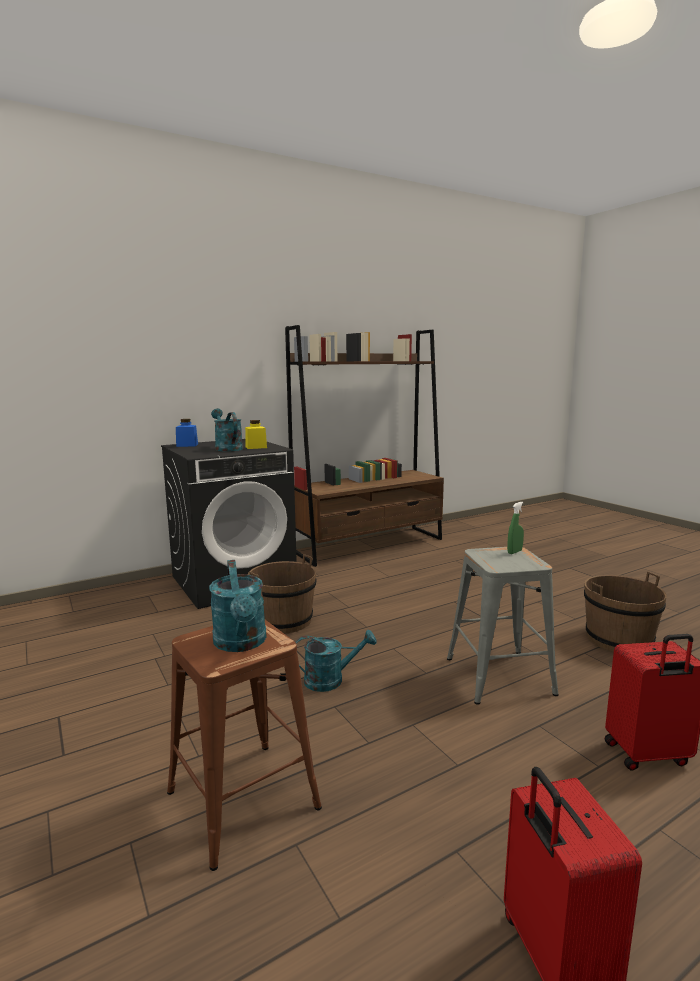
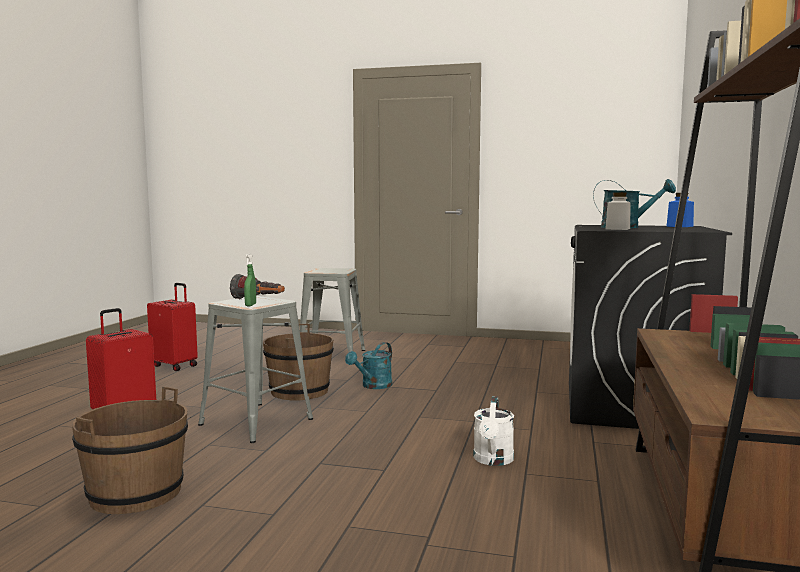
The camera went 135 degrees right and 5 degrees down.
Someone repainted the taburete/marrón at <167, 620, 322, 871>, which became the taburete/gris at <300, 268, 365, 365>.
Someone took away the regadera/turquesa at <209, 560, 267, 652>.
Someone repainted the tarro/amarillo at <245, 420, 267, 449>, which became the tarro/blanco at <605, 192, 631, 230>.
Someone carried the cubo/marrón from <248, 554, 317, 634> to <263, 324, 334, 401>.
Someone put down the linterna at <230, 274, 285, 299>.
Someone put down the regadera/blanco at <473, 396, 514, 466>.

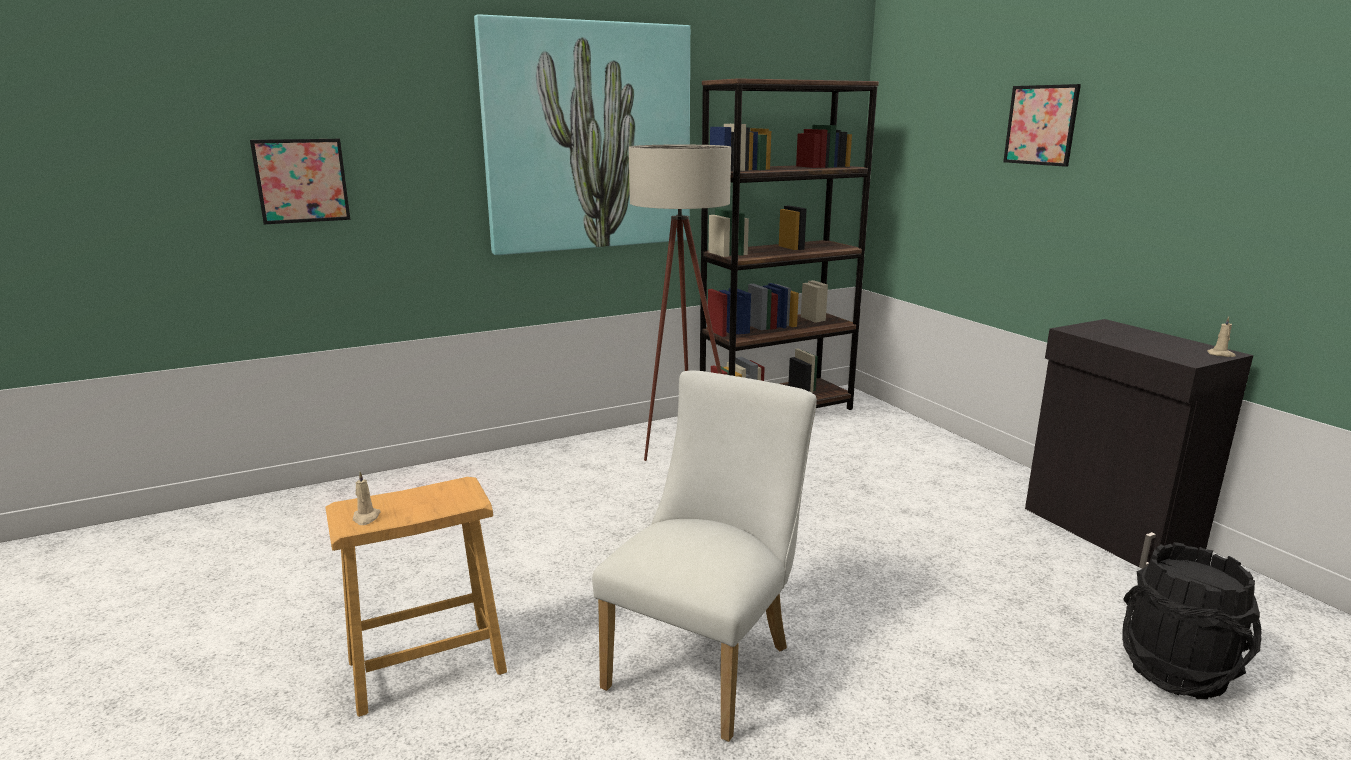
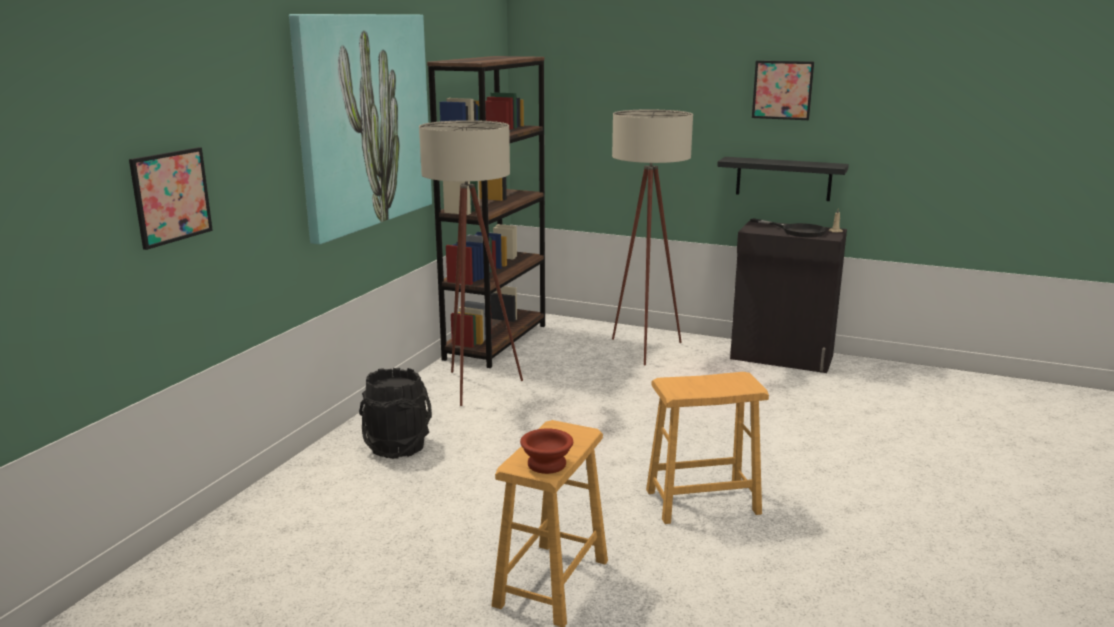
The camera went 40 degrees left and 0 degrees up.
Someone swapped the vela/beis at <353, 472, 381, 525> for the cuenco/marrón at <520, 428, 573, 474>.
Someone swapped the silla/blanco at <592, 371, 817, 742> for the taburete/marrón at <646, 372, 769, 524>.
Someone carried the cuadro from <1003, 84, 1081, 167> to <752, 61, 814, 120>.
Someone carried the cubo/negro from <1122, 542, 1262, 699> to <359, 368, 432, 459>.
Someone put down the lámpara de pie/beis at <612, 109, 693, 366>.
Someone put up the estante/negro at <717, 157, 849, 201>.
Someone put down the sartén/negro at <750, 218, 827, 237>.

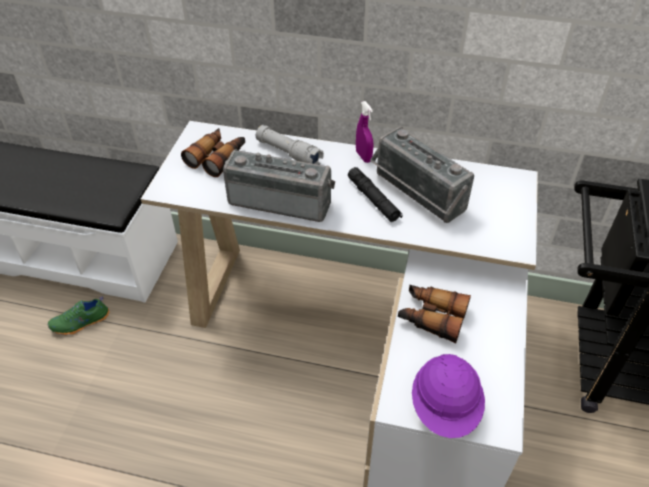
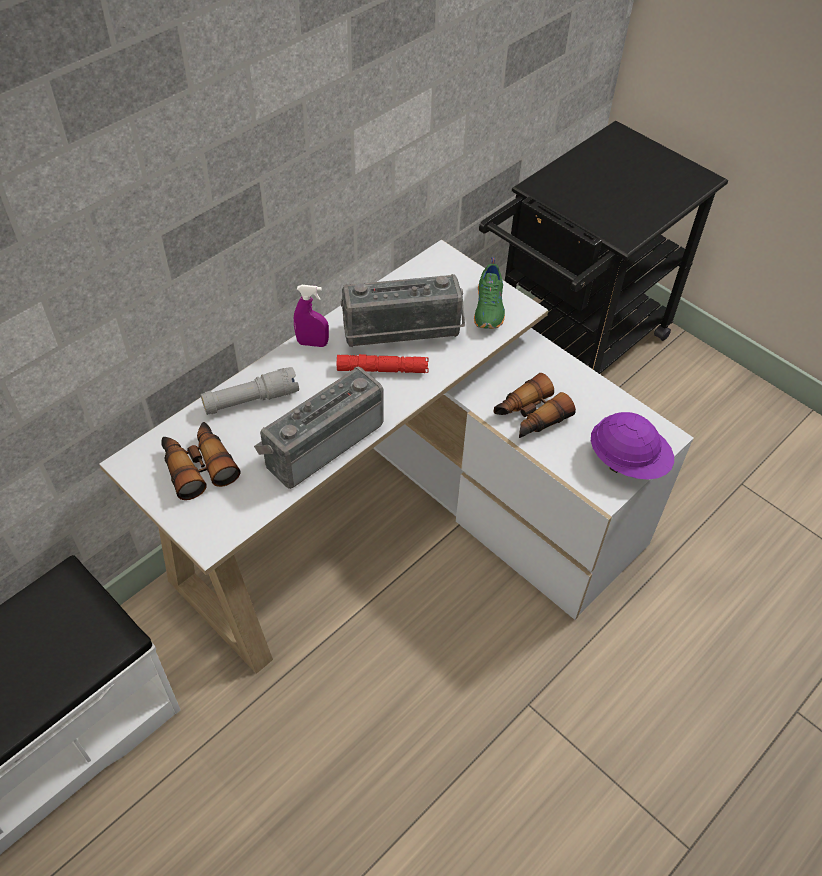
The camera went 60 degrees left and 5 degrees up.
Someone carried the zapato/verde from <48, 297, 110, 335> to <474, 257, 505, 329>.
Someone repainted the linterna/negro at <348, 167, 402, 222>, which became the linterna/rojo at <337, 354, 429, 373>.

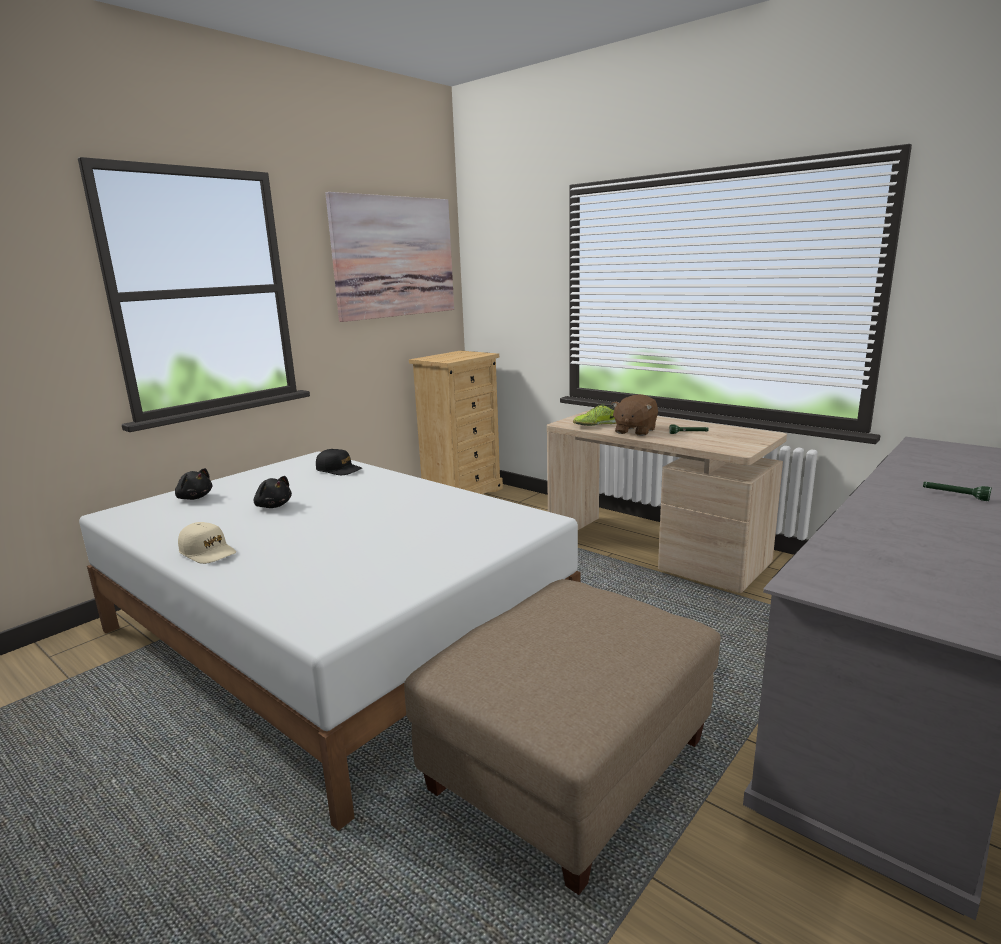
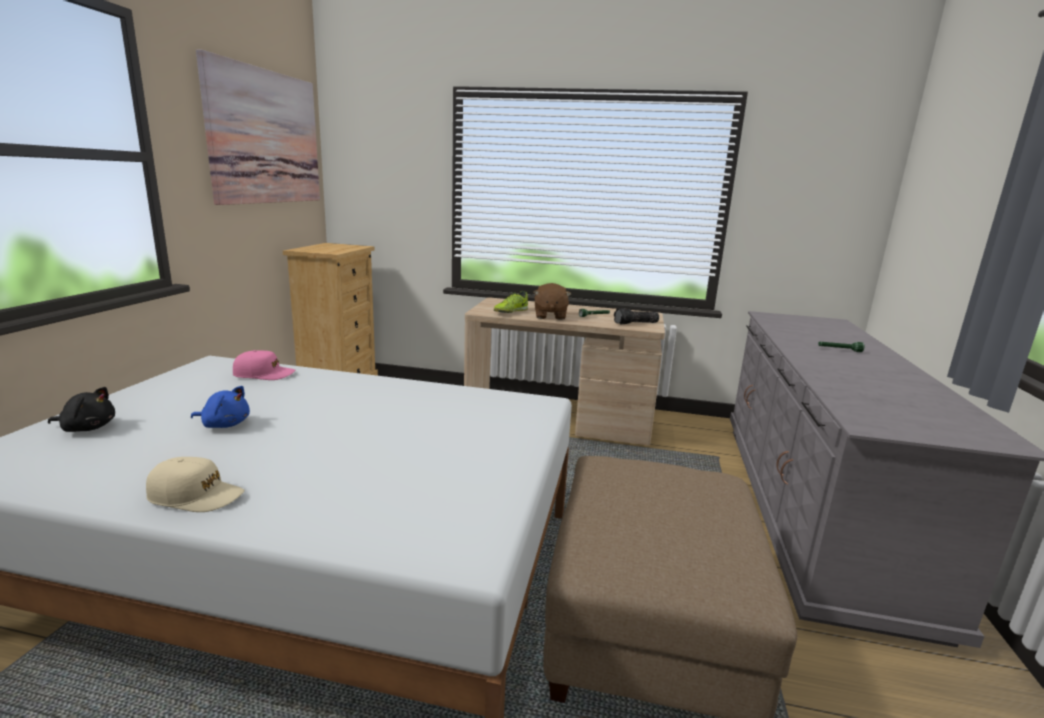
The camera went 30 degrees left and 0 degrees up.
Someone repainted the peluche/negro at <254, 476, 292, 508>, which became the peluche/azul at <191, 386, 250, 428>.
Someone repainted the gorra/negro at <316, 449, 362, 475>, which became the gorra/rosa at <233, 350, 295, 380>.
Someone put down the linterna at <614, 308, 659, 324>.

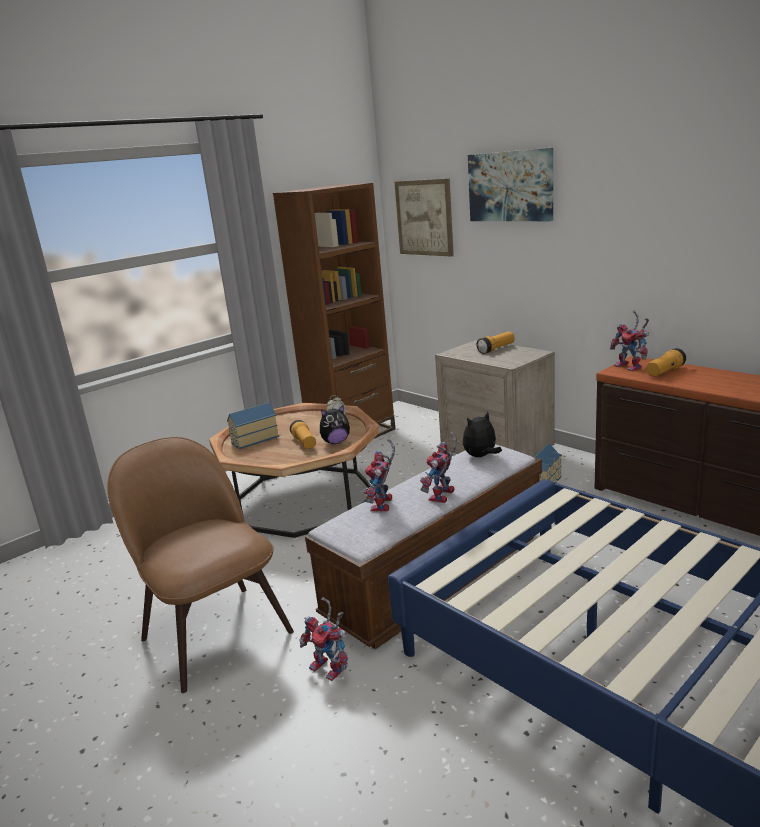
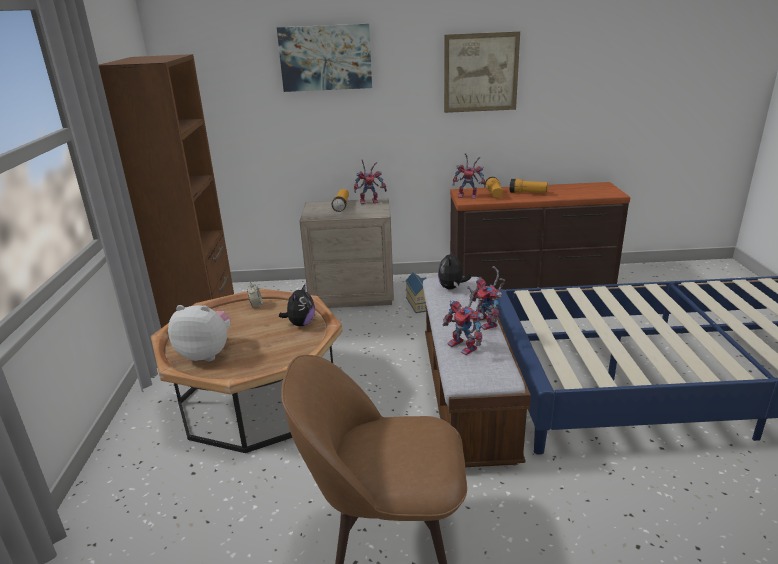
The camera went 50 degrees left and 5 degrees up.
Someone swapped the casita at <227, 402, 279, 449> for the peluche at <168, 305, 230, 362>.
Someone carried the linterna from <290, 420, 316, 449> to <510, 179, 548, 193>.
Someone carried the robot de juguete from <299, 597, 348, 681> to <354, 160, 387, 205>.
Someone carried the cuadro from <395, 178, 454, 257> to <444, 31, 520, 113>.

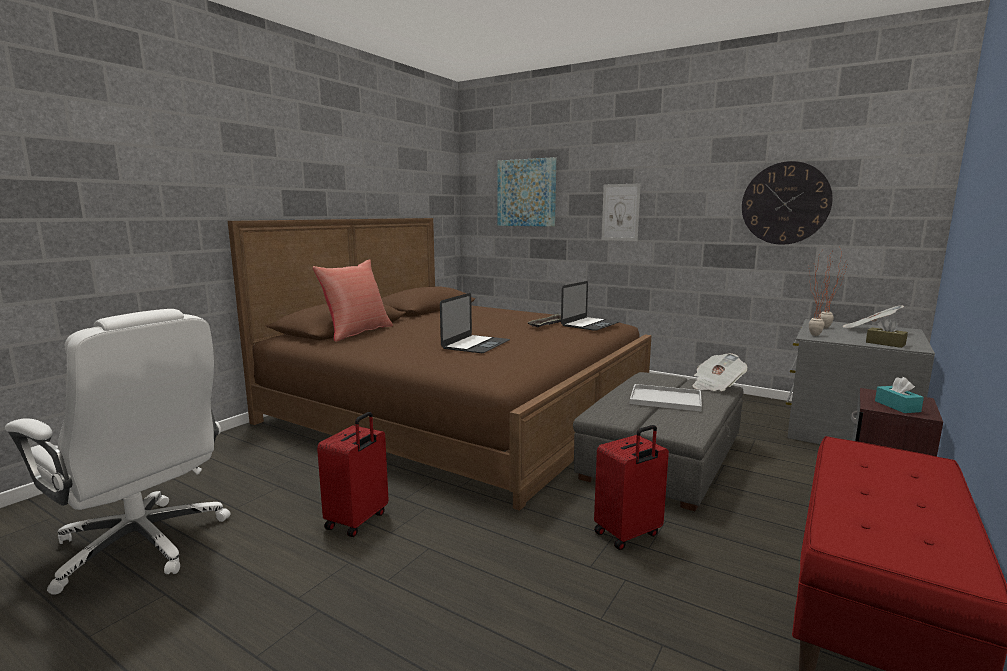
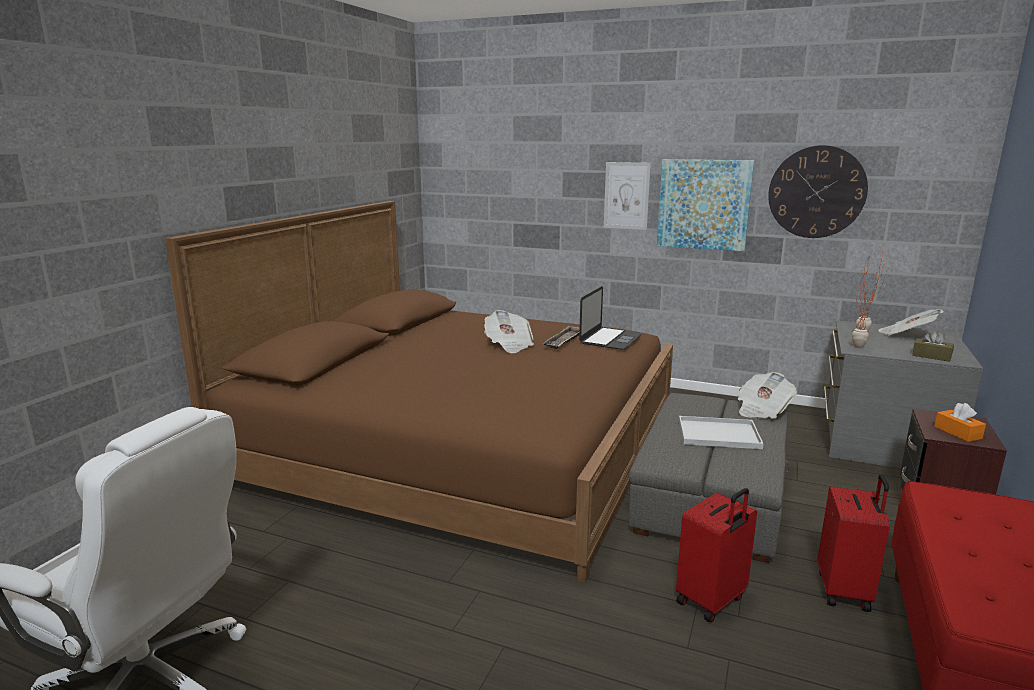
The camera went 10 degrees left and 5 degrees up.
Someone took away the cojín/rojo at <312, 259, 393, 342>.
Someone carried the maleta/rojo from <317, 412, 388, 537> to <818, 474, 890, 612>.
Someone took away the portátil at <440, 293, 510, 353>.
Someone carried the cuadro from <497, 157, 556, 227> to <657, 159, 754, 251>.
Someone repainted the caja de pañuelos/turquesa at <875, 377, 924, 413>, which became the caja de pañuelos/naranja at <934, 403, 986, 442>.
Someone put down the periódico at <484, 310, 534, 353>.

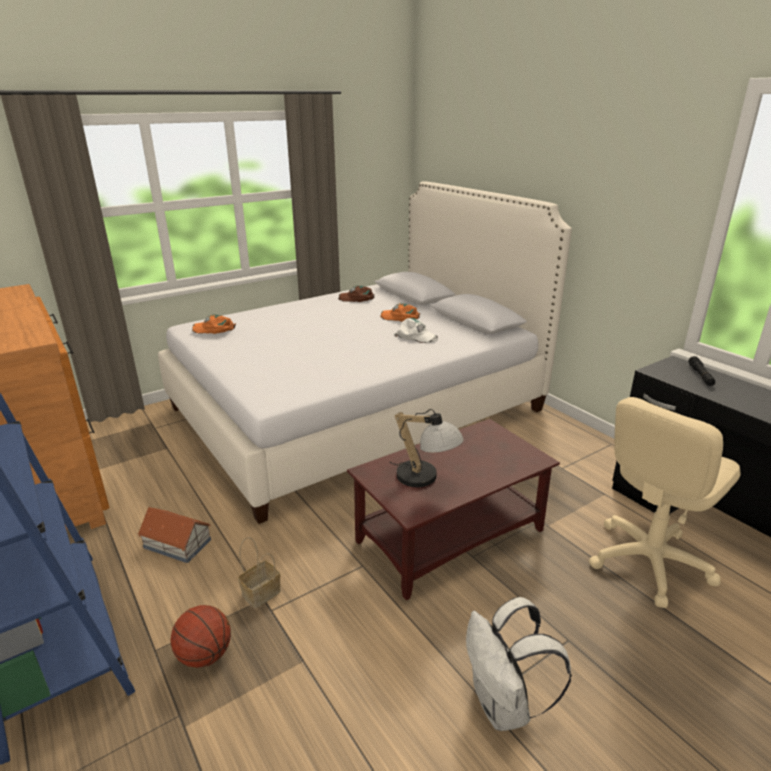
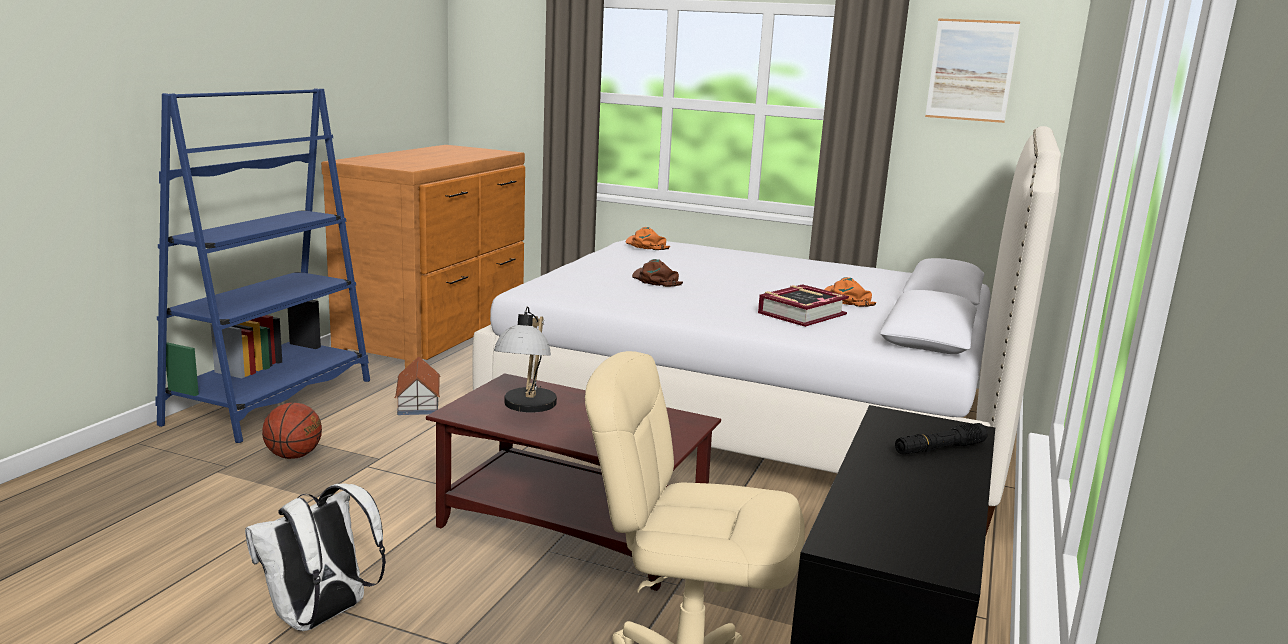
The camera went 55 degrees right and 10 degrees down.
Someone took away the cesta at <238, 537, 281, 608>.
Someone carried the gorra/marrón from <339, 286, 374, 302> to <632, 259, 683, 287>.
Someone swapped the gorra/blanco at <394, 318, 438, 343> for the libro at <758, 284, 849, 327>.
Someone put up the cuadro at <925, 18, 1020, 123>.

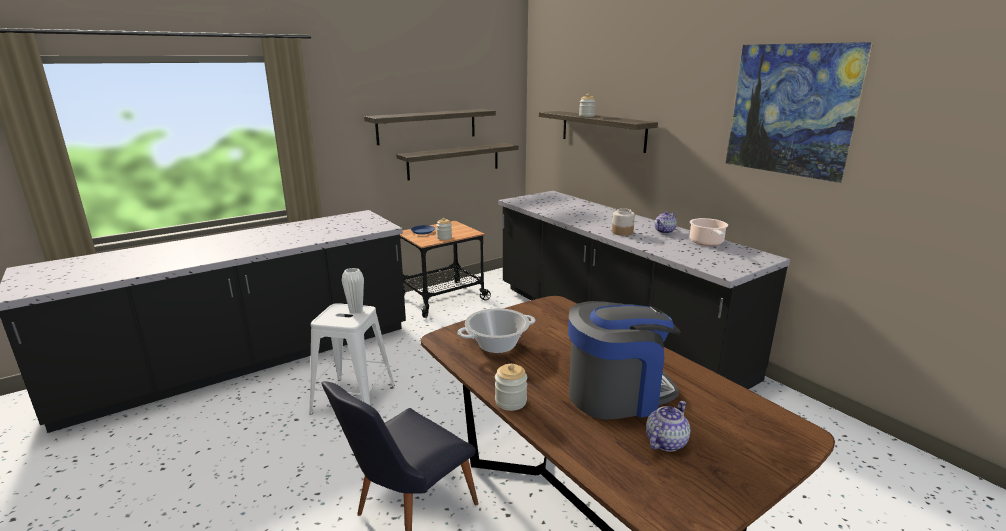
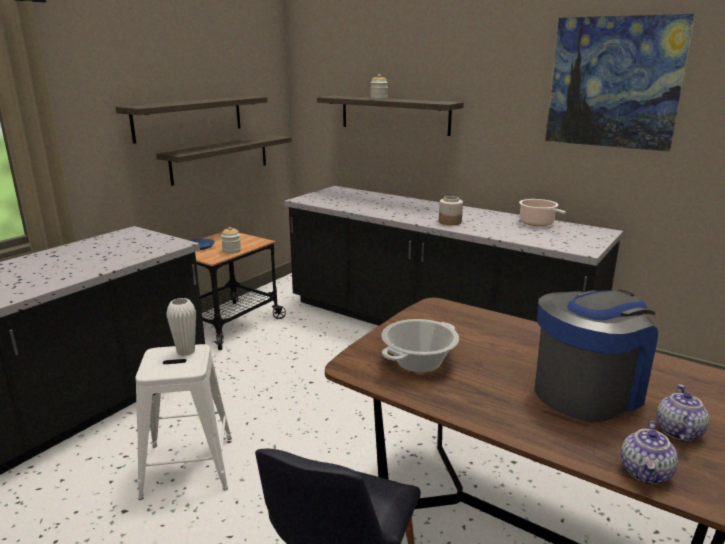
The camera went 20 degrees left and 0 degrees up.
Someone took away the tarro at <495, 364, 527, 411>.
Someone carried the tetera from <655, 211, 677, 234> to <621, 421, 678, 484>.

